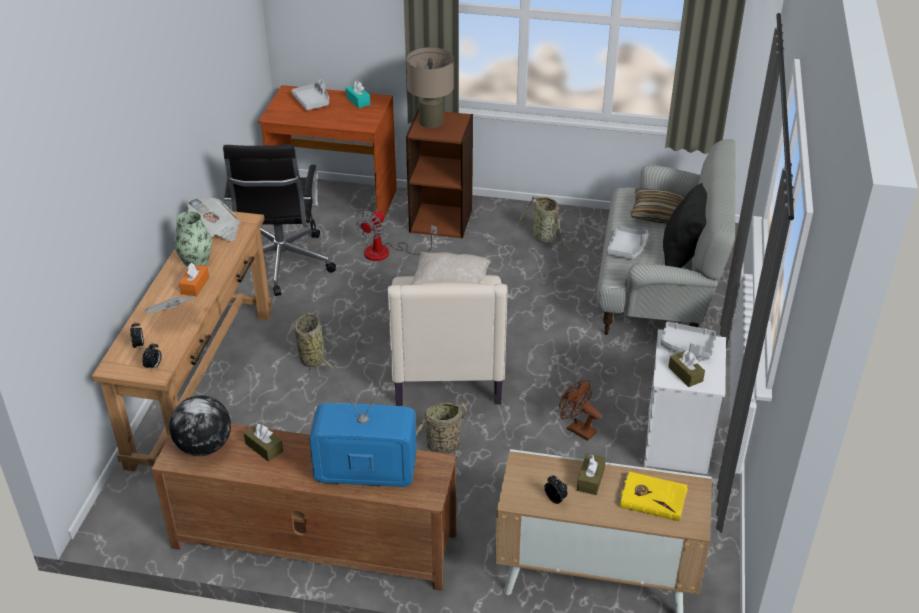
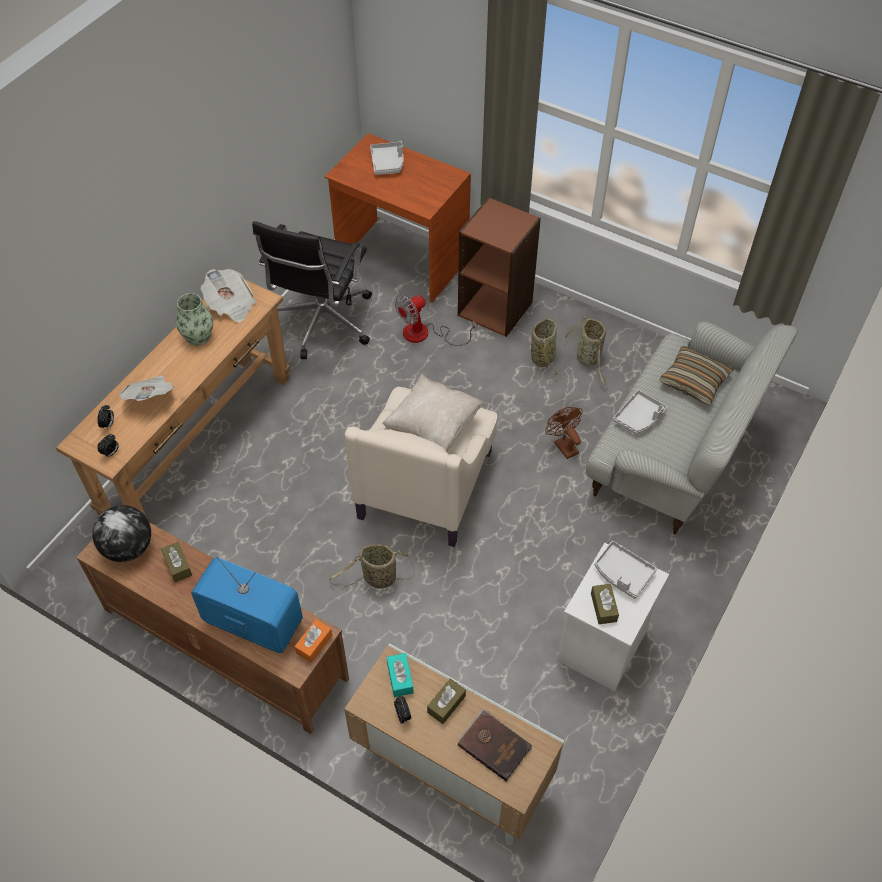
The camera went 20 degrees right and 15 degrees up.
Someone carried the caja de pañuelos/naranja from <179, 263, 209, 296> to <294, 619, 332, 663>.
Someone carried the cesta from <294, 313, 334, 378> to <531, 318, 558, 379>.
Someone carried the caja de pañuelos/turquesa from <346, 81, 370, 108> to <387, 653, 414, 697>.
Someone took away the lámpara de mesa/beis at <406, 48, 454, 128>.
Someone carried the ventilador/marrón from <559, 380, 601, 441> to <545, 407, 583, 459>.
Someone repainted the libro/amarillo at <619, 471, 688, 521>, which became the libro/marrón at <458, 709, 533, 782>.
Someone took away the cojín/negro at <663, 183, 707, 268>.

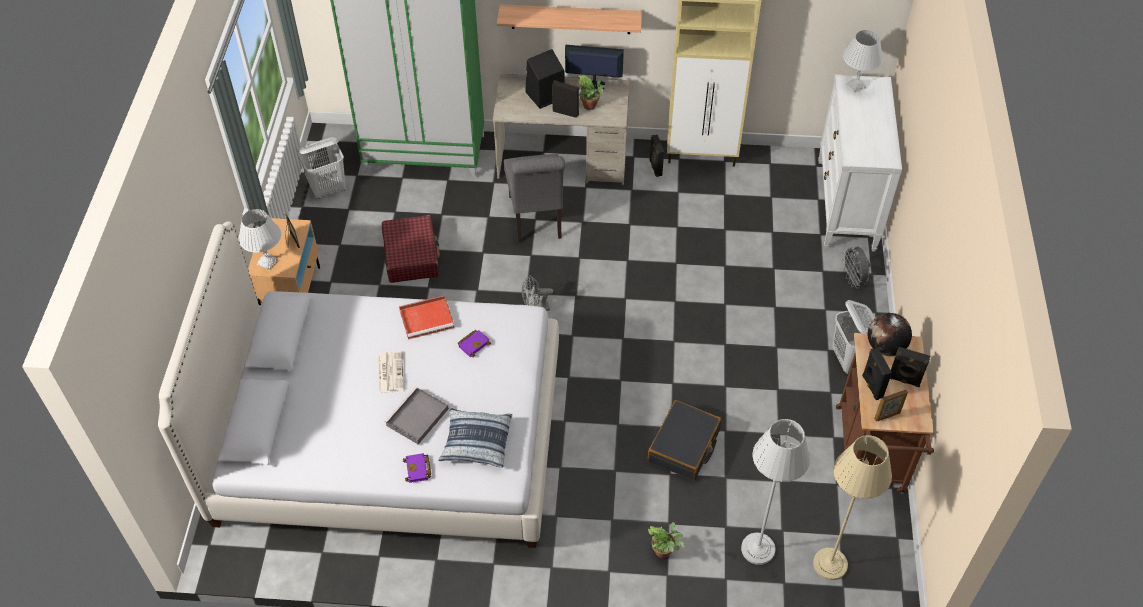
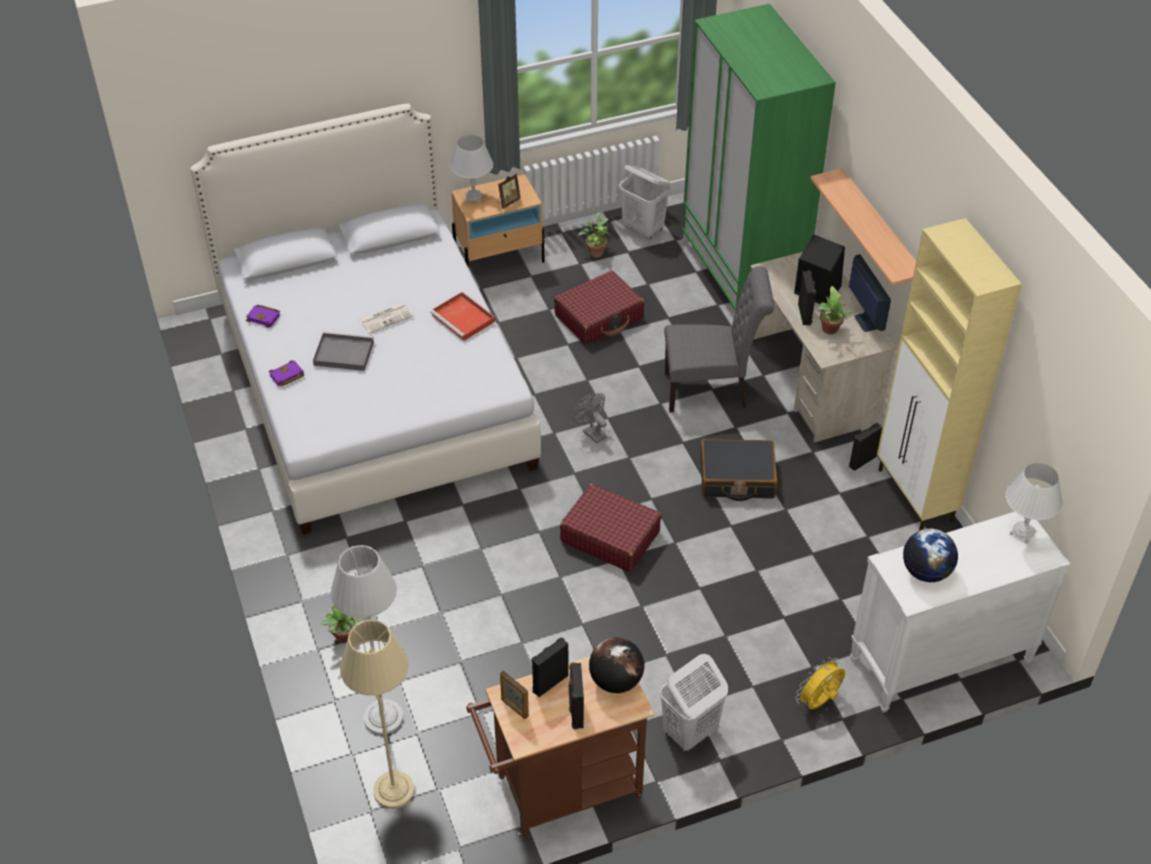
The camera went 65 degrees right and 5 degrees down.
Someone took away the cojín at <438, 408, 512, 468>.
Someone carried the libro/morado from <458, 330, 491, 357> to <246, 305, 280, 328>.
Someone rotated the silla/gris at <504, 154, 565, 243> by 150 degrees counterclockwise.
Someone carried the maleta/negro from <647, 400, 721, 481> to <701, 439, 777, 501>.
Someone repainted the ventilador/gris at <842, 246, 870, 287>, which became the ventilador/amarillo at <796, 657, 845, 709>.
Someone put down the maleta/rojo at <560, 484, 662, 572>.
Someone put down the planta en maceta at <578, 212, 609, 258>.
Someone put down the globo terráqueo at <903, 529, 958, 582>.

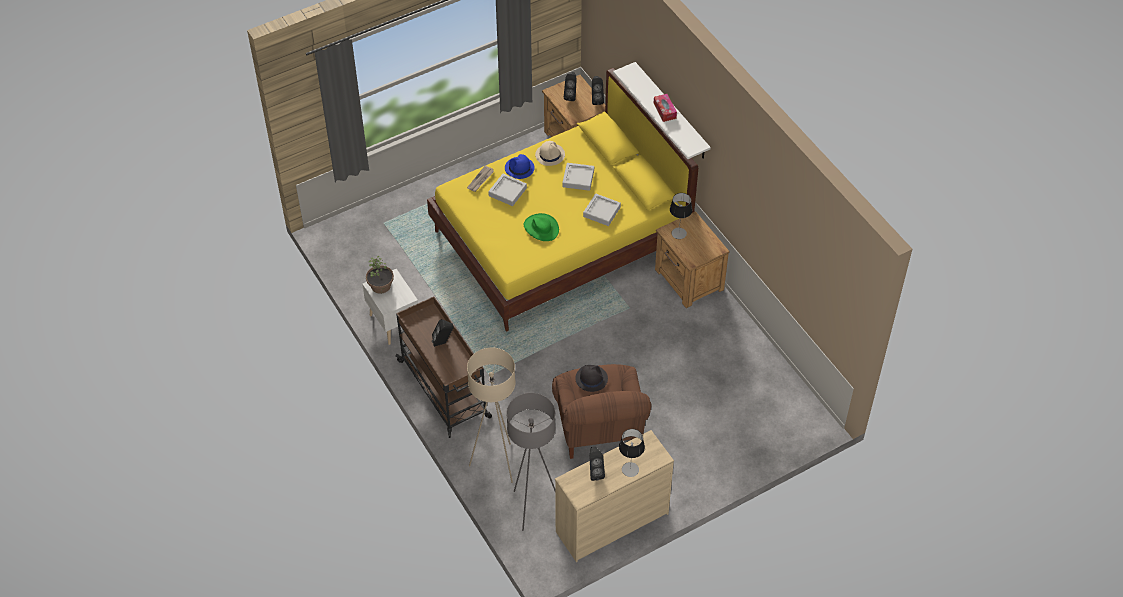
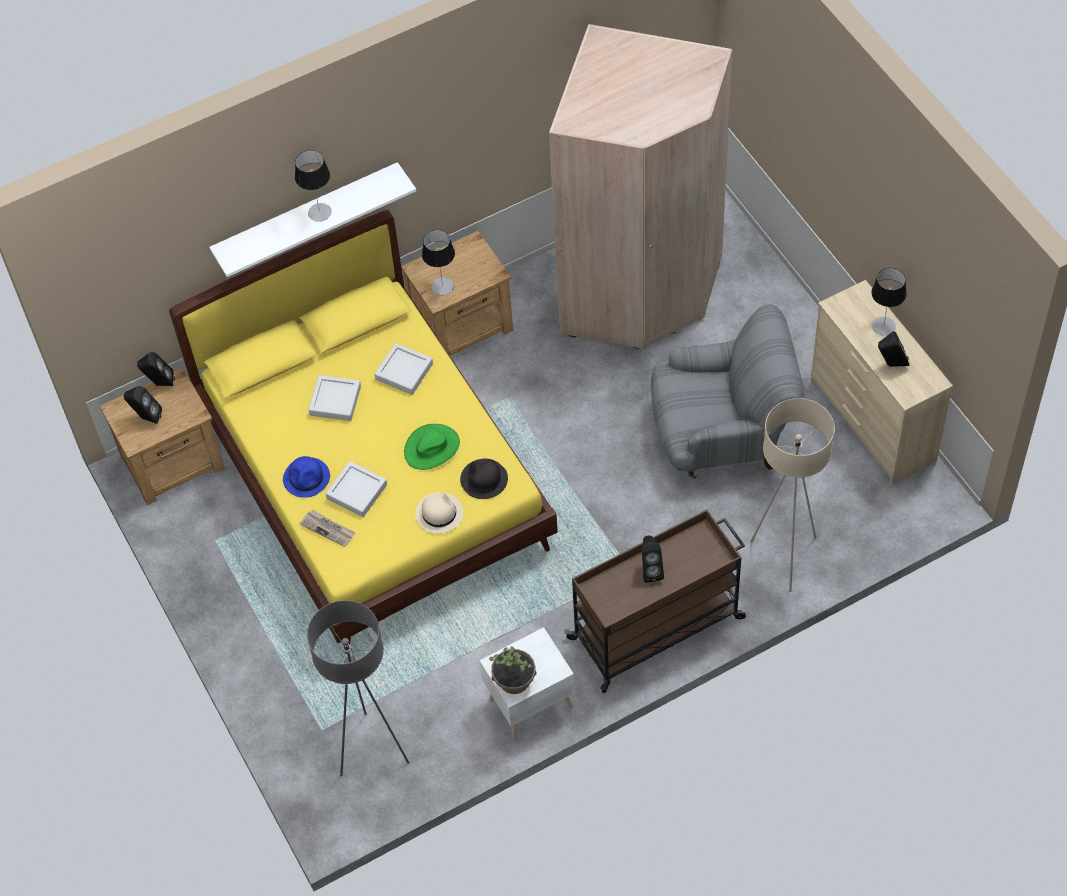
The camera went 85 degrees left and 5 degrees up.
Someone carried the lámpara de pie/gris from <506, 393, 555, 531> to <307, 600, 409, 776>.
Someone carried the sombrero/beis from <535, 141, 565, 166> to <415, 492, 463, 534>.
Someone repainted the sillón/marrón at <552, 364, 652, 459>, which became the sillón/gris at <651, 304, 803, 478>.
Someone carried the sombrero/negro from <575, 365, 608, 392> to <460, 459, 508, 499>.
Someone swapped the caja de pañuelos at <654, 94, 677, 122> for the lámpara de mesa at <295, 150, 332, 222>.
Someone put down the armario ropero/beis at <549, 24, 732, 349>.

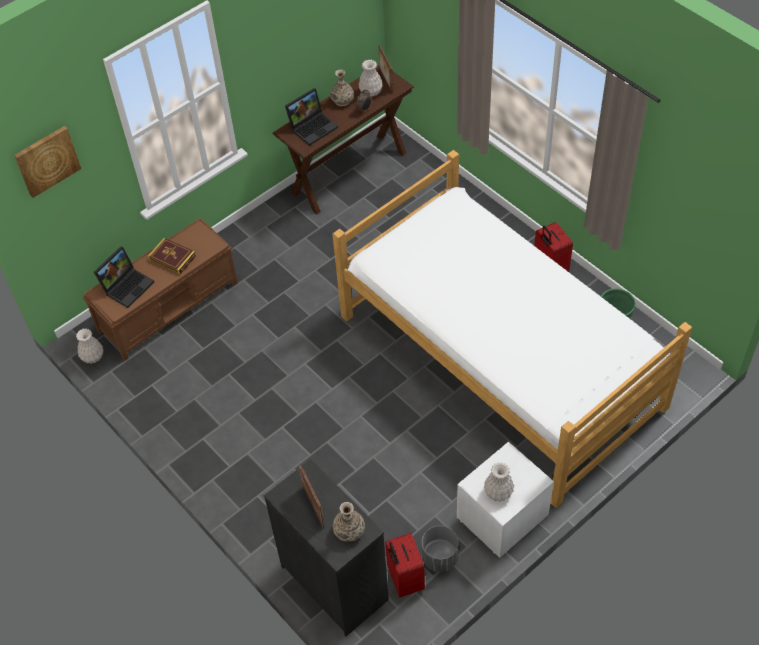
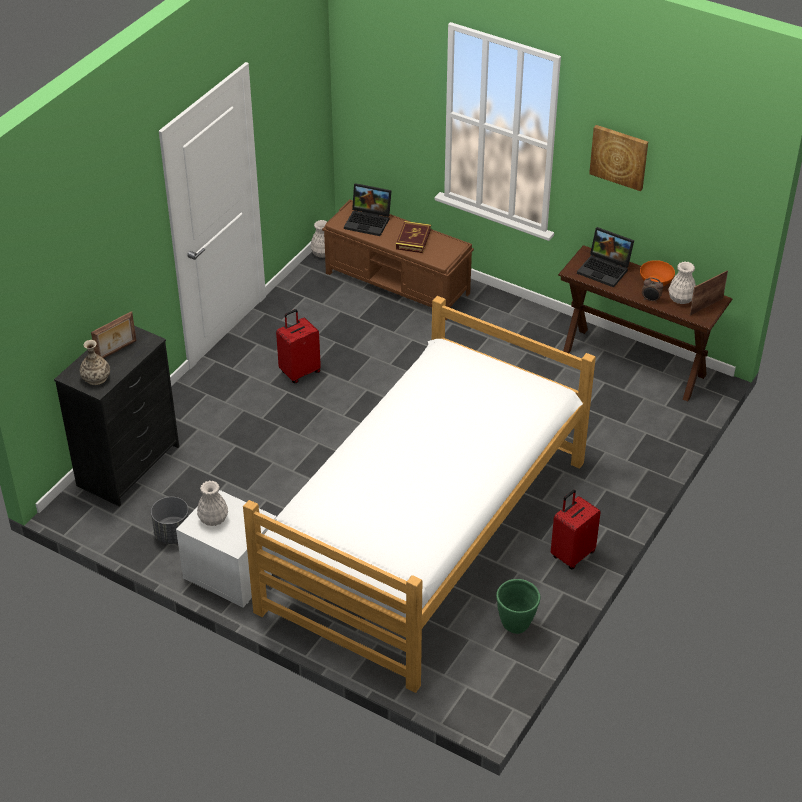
The camera went 70 degrees right and 10 degrees down.
Someone carried the cuadro from <14, 126, 81, 198> to <589, 125, 648, 191>.
Someone swapped the florero at <330, 70, 354, 106> for the cuenco/naranja at <640, 260, 675, 286>.
Someone carried the maleta/rojo from <385, 533, 425, 598> to <276, 309, 321, 383>.

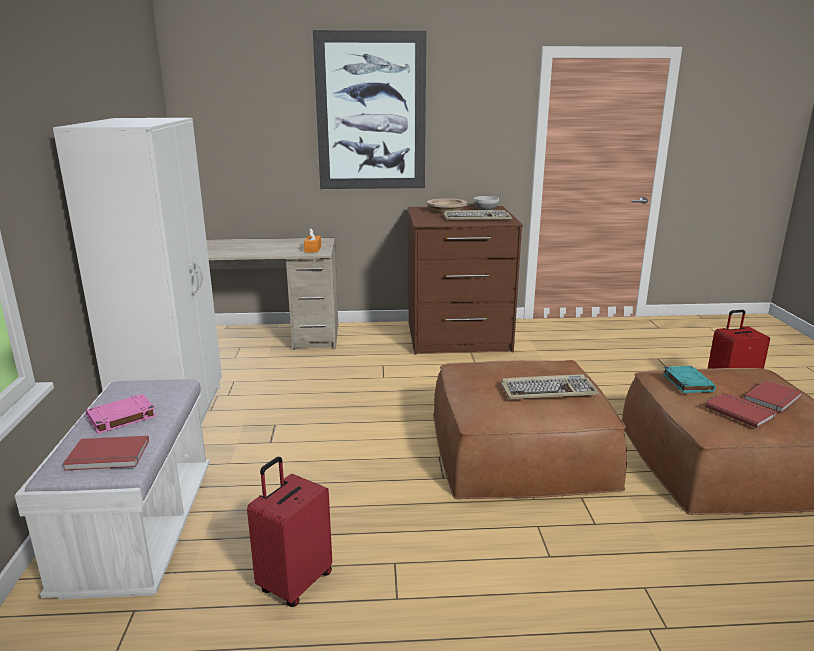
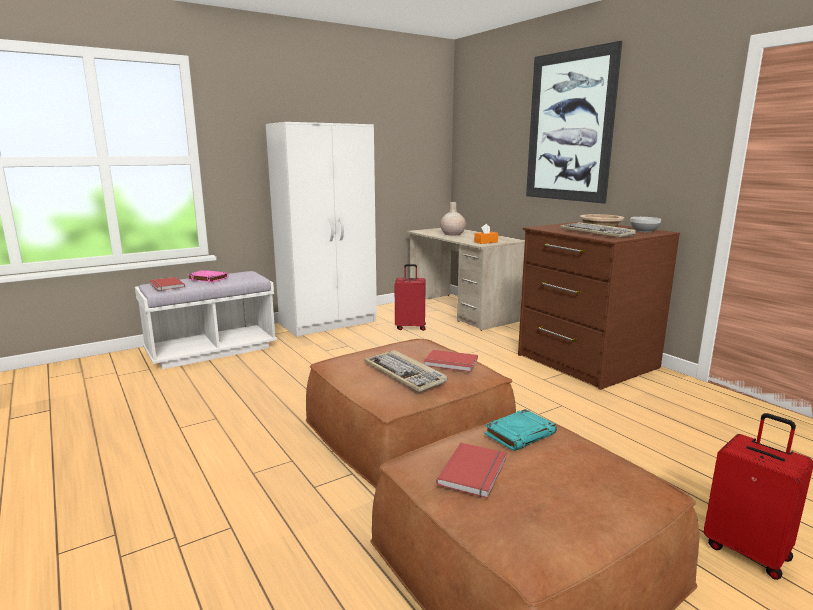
The camera went 60 degrees right and 5 degrees down.
Someone carried the maleta/rojo from <247, 457, 332, 607> to <395, 264, 426, 331>.
Someone carried the libro/rojo from <744, 380, 802, 412> to <424, 350, 478, 372>.
Someone put down the florero/beis at <440, 202, 466, 235>.

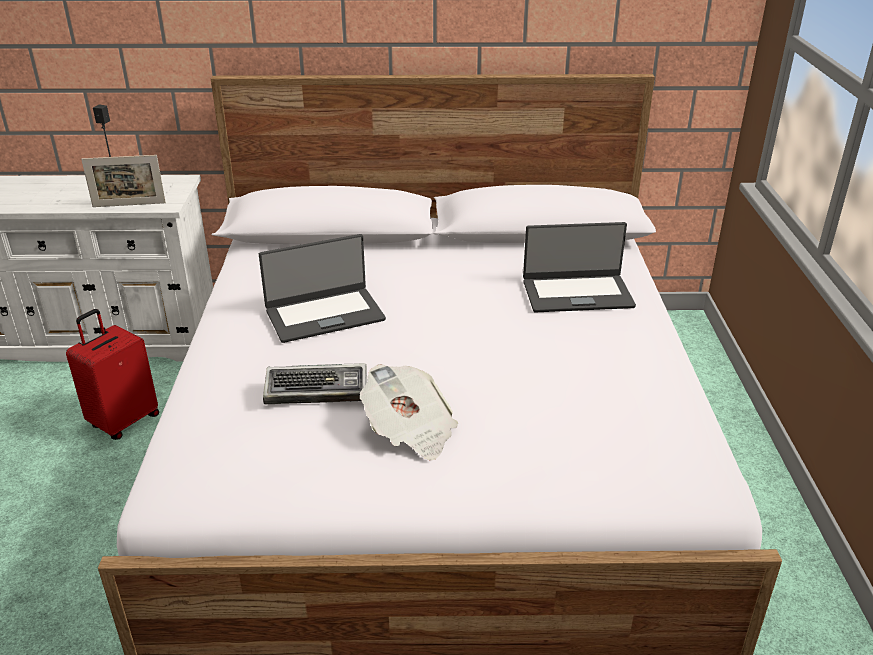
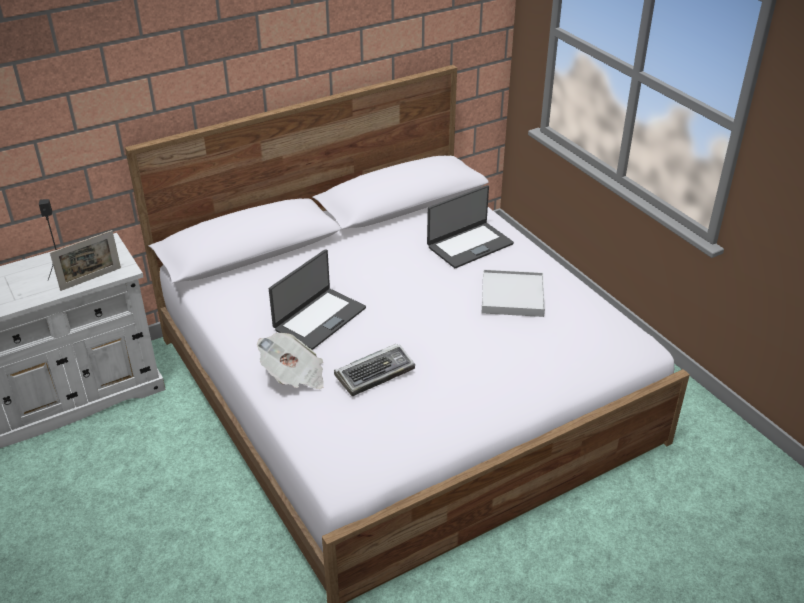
The camera went 30 degrees left and 5 degrees up.
Someone took away the maleta/rojo at <66, 309, 159, 440>.
Someone carried the periódico from <360, 364, 458, 460> to <257, 333, 324, 389>.
Someone put down the bandeja/blanco at <482, 270, 545, 317>.

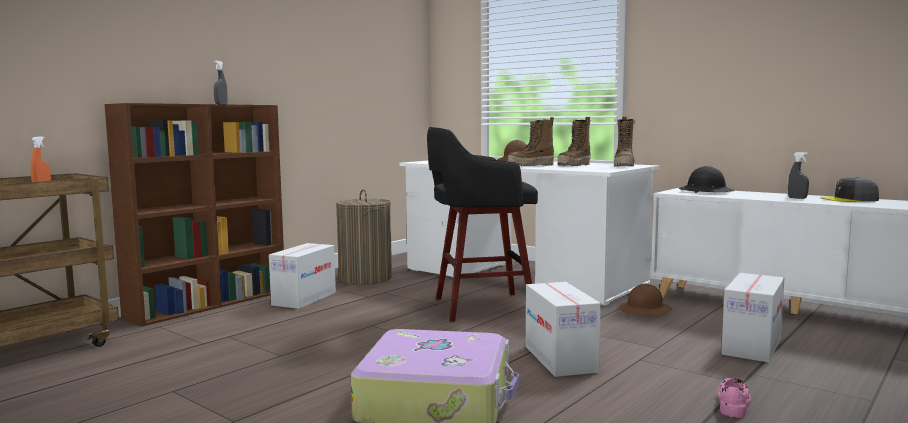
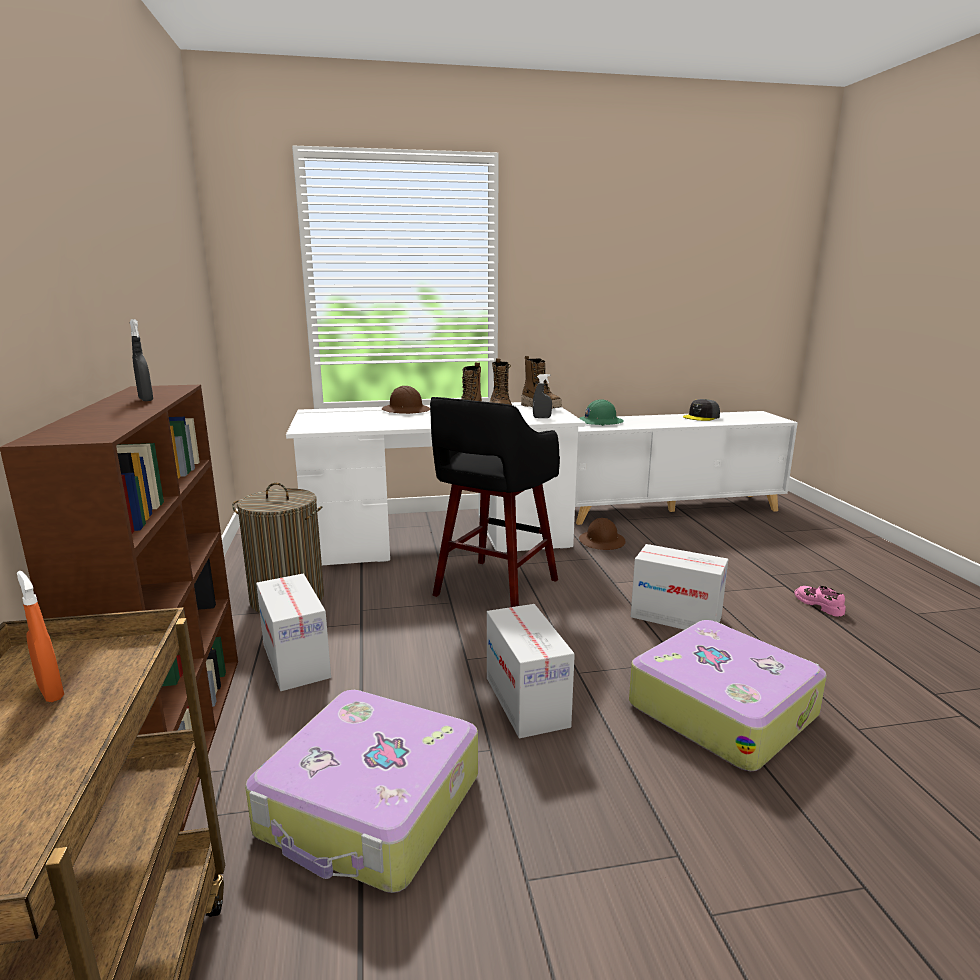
The camera went 50 degrees left and 10 degrees up.
Someone repainted the casco/negro at <679, 166, 734, 193>, which became the casco/verde at <579, 400, 624, 426>.
Someone carried the caja de cartón from <721, 273, 784, 363> to <487, 604, 575, 738>.
Someone carried the pulverizador/gris from <788, 152, 809, 199> to <533, 374, 552, 418>.
Someone put down the maleta at <245, 690, 478, 893>.

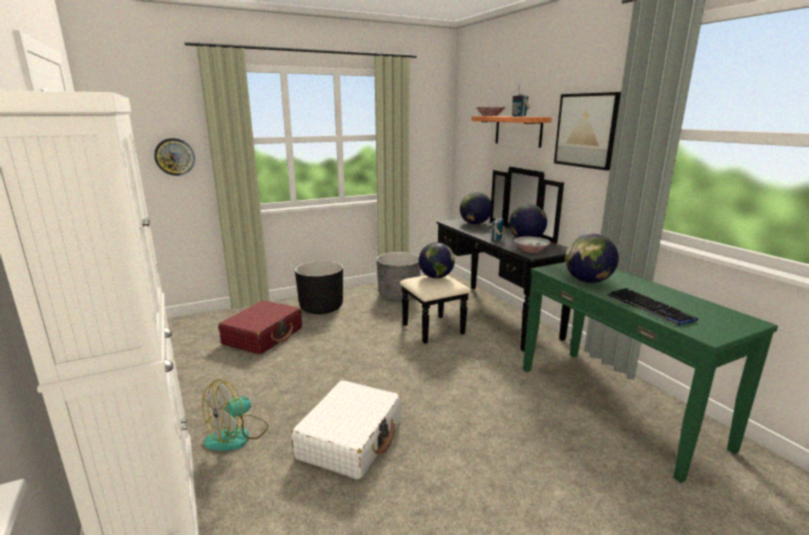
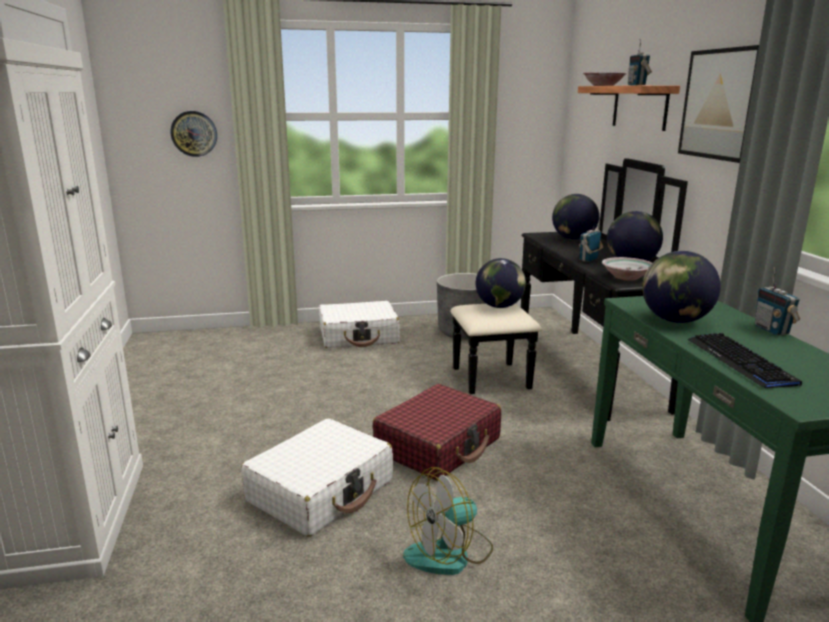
The camera went 15 degrees right and 0 degrees up.
Someone carried the ventilador from <202, 379, 269, 451> to <403, 467, 493, 575>.
Someone carried the maleta/rojo from <218, 300, 302, 355> to <373, 384, 501, 481>.
Someone swapped the maceta/negro at <295, 261, 343, 314> for the maleta/blanco at <319, 301, 400, 348>.
Someone put down the radio at <755, 267, 800, 335>.

